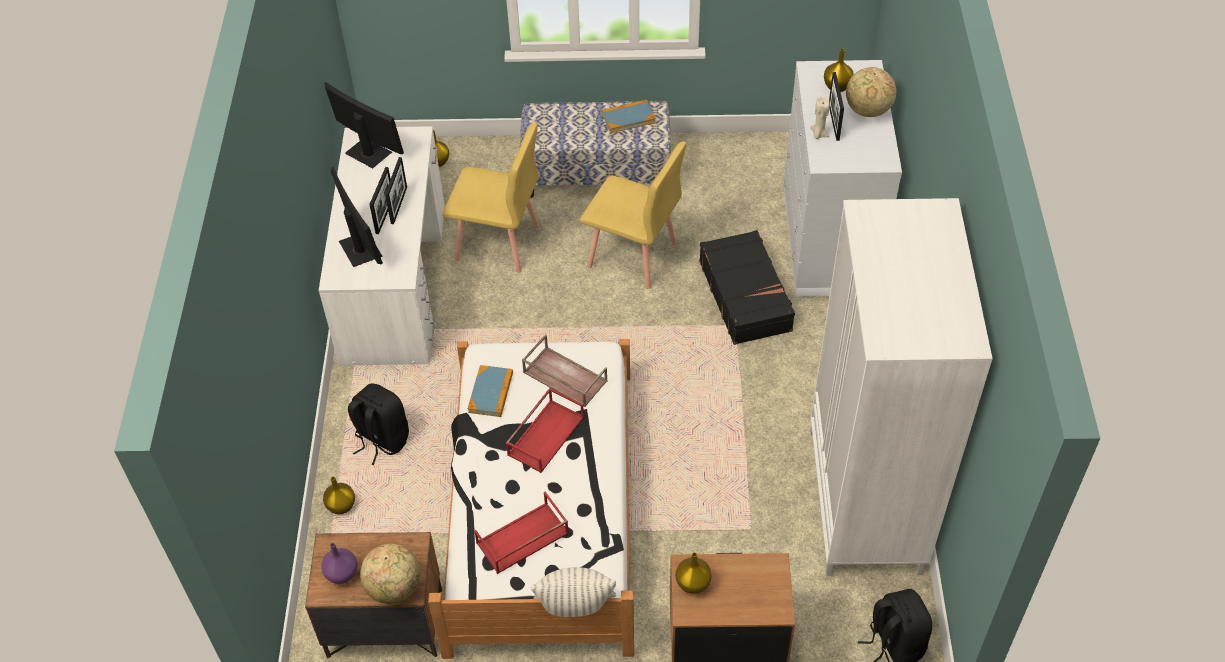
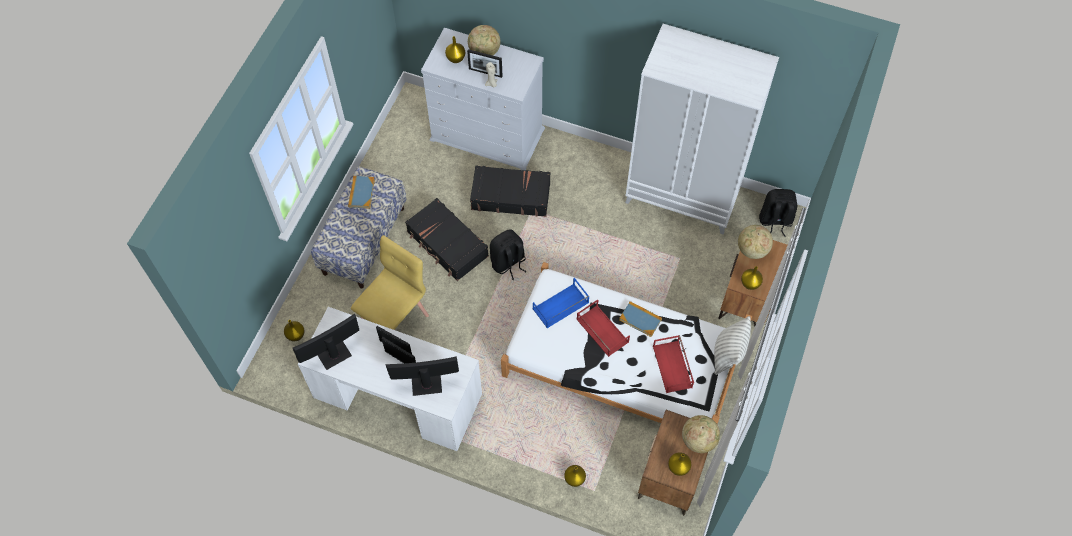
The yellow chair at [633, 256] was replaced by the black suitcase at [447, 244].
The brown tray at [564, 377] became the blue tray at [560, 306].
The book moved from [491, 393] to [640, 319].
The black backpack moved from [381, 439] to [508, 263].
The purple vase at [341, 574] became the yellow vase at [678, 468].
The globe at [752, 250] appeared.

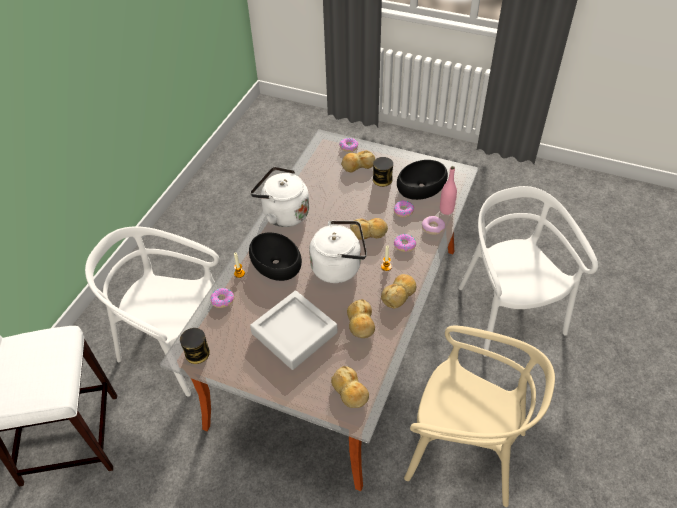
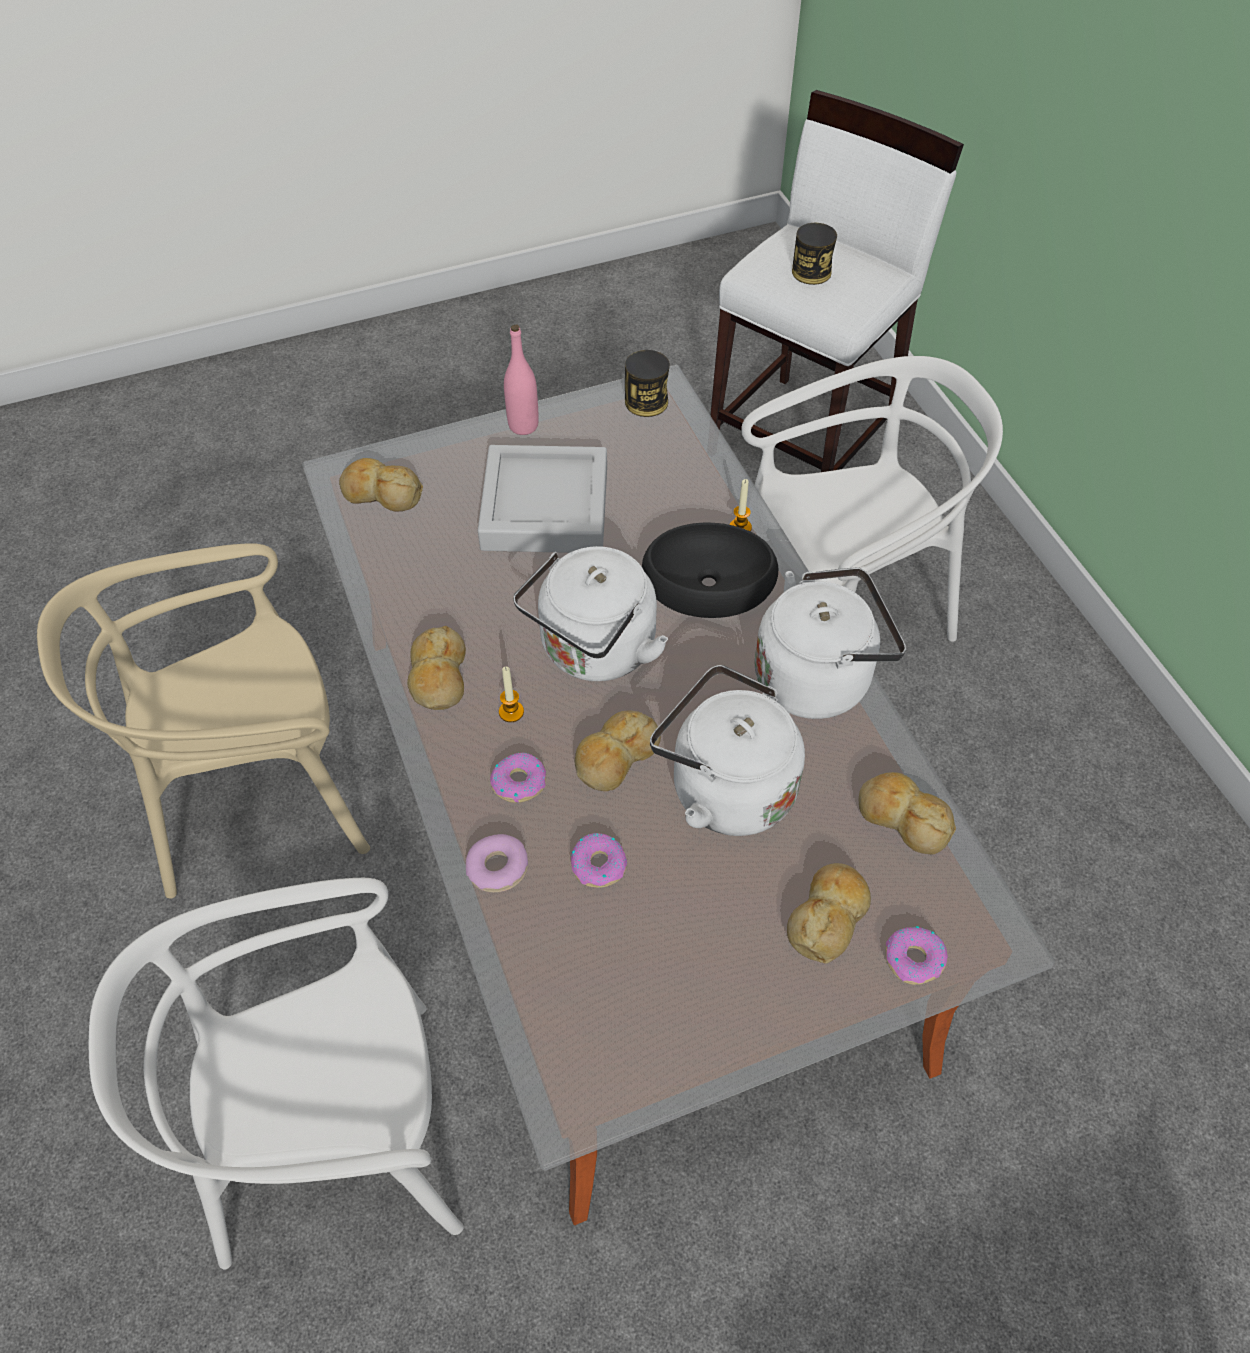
The can moved from [382, 180] to [811, 272].
The black bowl at [421, 186] disappeared.
The pink bottle moved from [446, 210] to [523, 426].
The white chair at [508, 313] turned 135 degrees clockwise.
The donut at [222, 300] disappeared.
The bread moved from [360, 323] to [903, 819].
The white kettle at [725, 788] appeared.

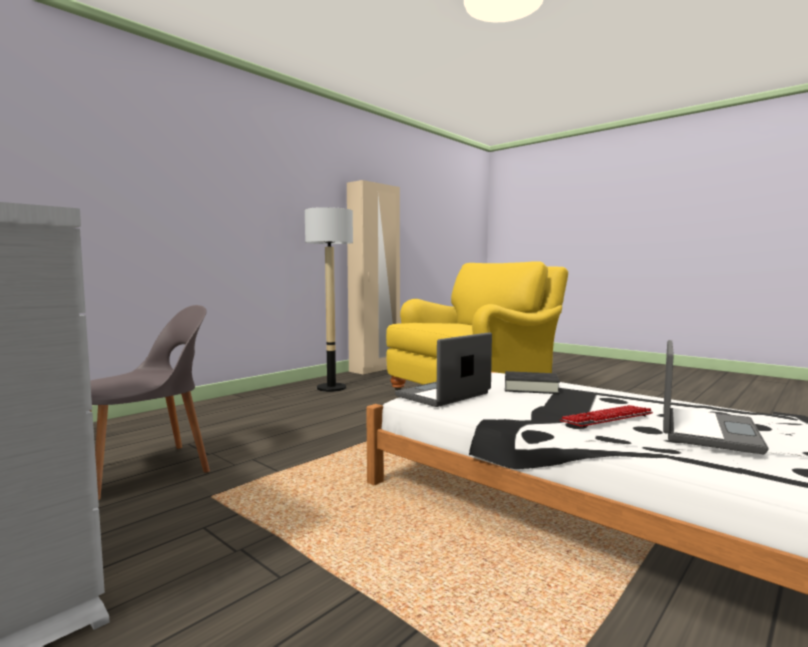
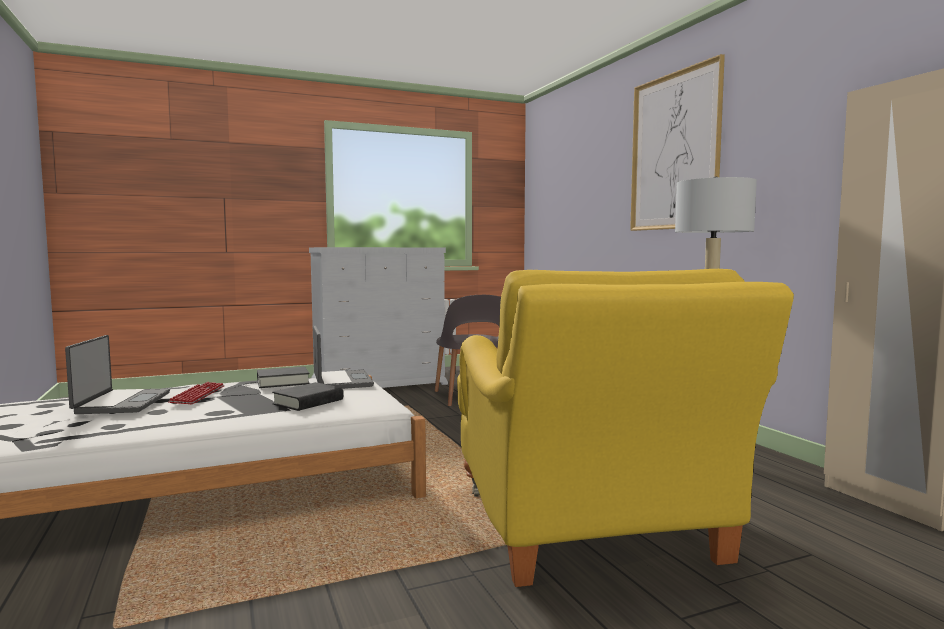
The laptop at [705, 431] turned 150 degrees counterclockwise.
The picture at [674, 151] appeared.
The black book at [283, 382] appeared.

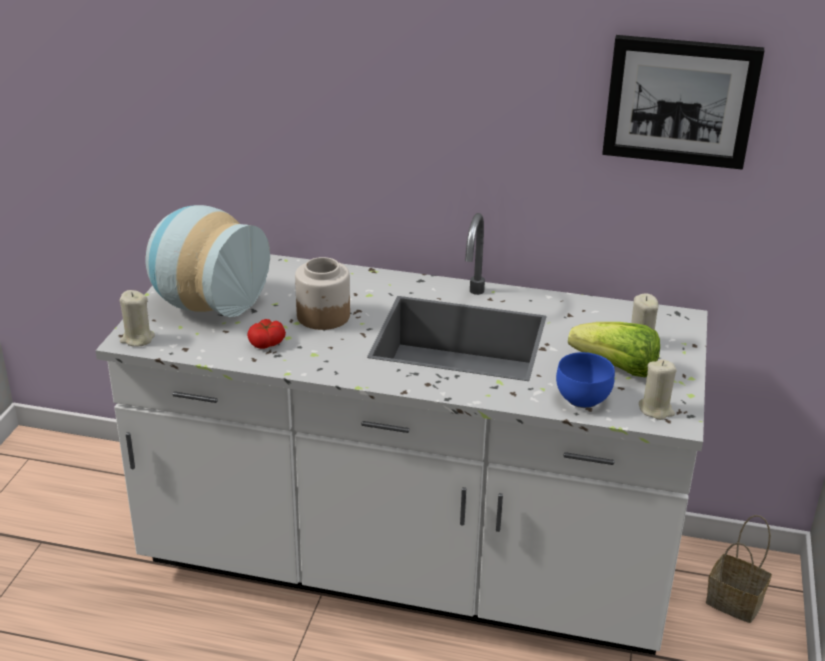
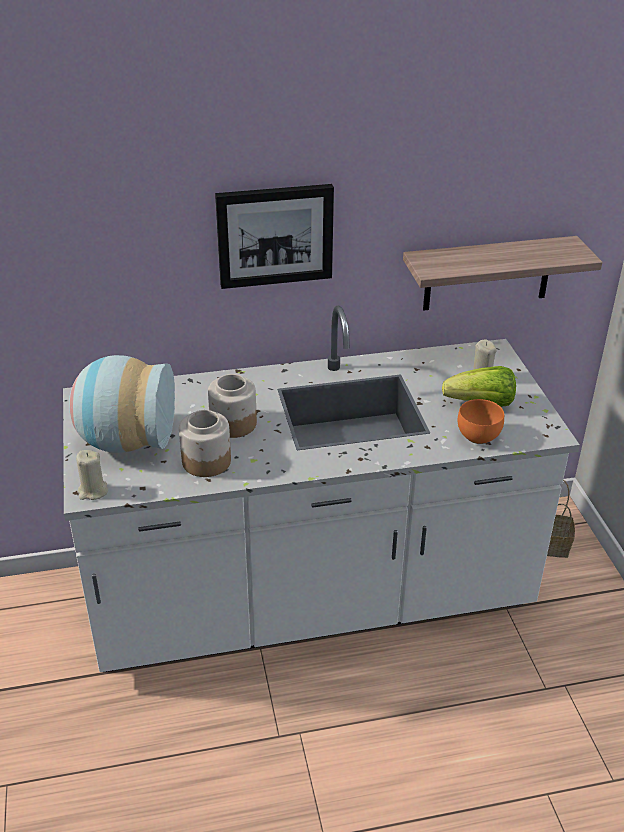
The picture moved from [680, 101] to [275, 235].
The tomato at [267, 343] was replaced by the jar at [207, 461].
The blue bowl at [581, 398] became the orange bowl at [476, 436].
The beige candle at [656, 409] disappeared.
The shelf at [487, 273] appeared.

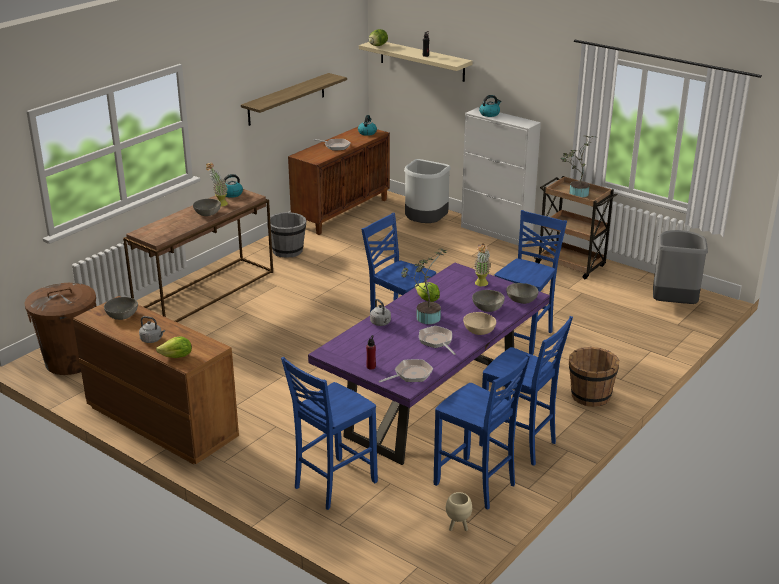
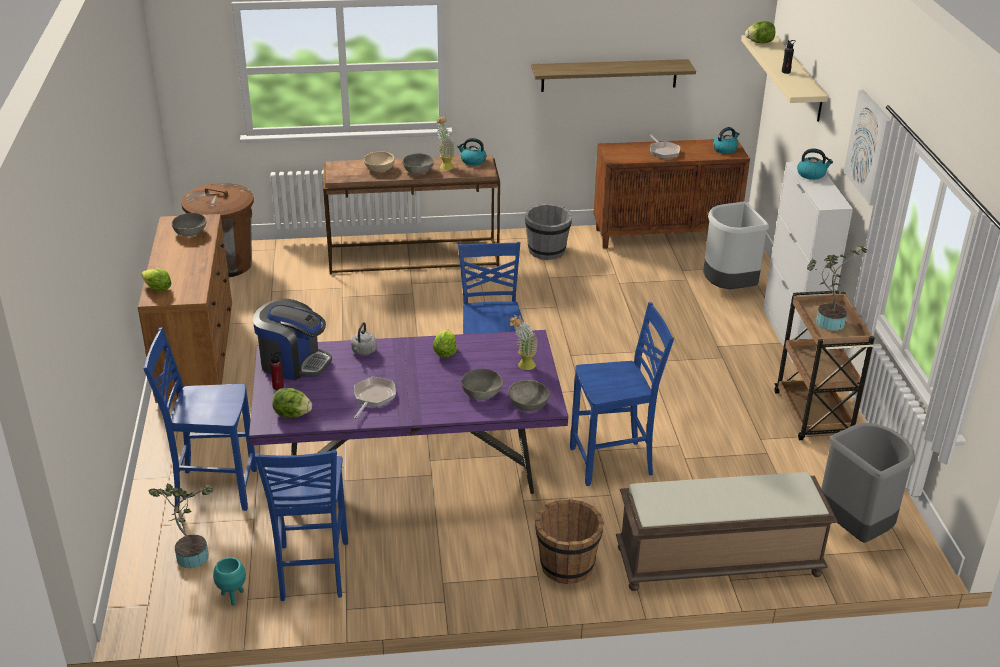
The potted plant moved from [425, 318] to [190, 554].
The beige bowl moved from [479, 331] to [379, 169].
The grey kettle at [152, 340] disappeared.
The blue chair at [519, 444] disappeared.
The frying pan at [410, 374] was replaced by the lettuce at [292, 414].
The beige planter at [458, 527] became the turquoise planter at [232, 597].
The picture at [869, 147] appeared.
The coffee machine at [293, 363] appeared.
The brown bench at [717, 562] appeared.

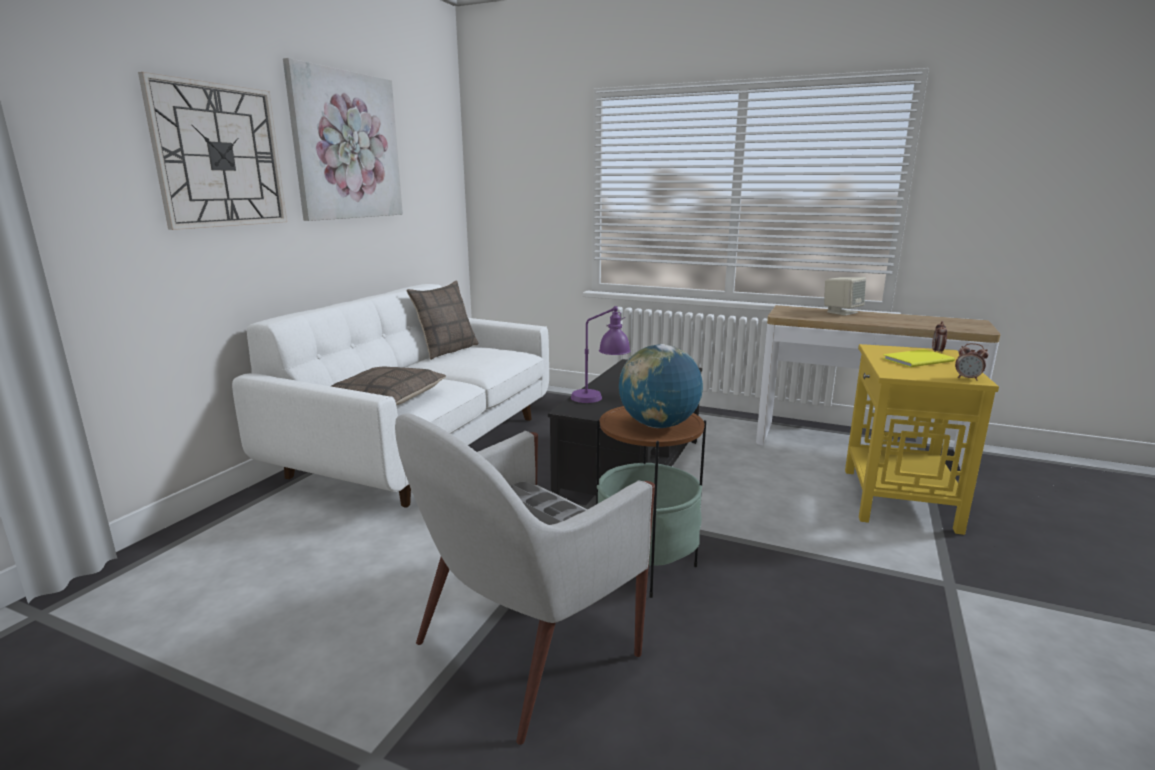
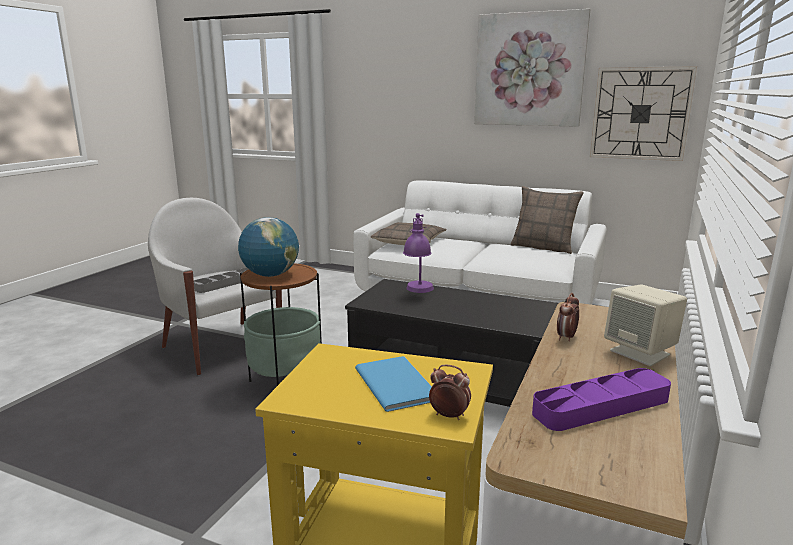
The wall clock moved from [219, 156] to [640, 114].
The alarm clock moved from [967, 378] to [566, 337].
The yellow book at [915, 359] became the blue book at [396, 383].
The purple tray at [601, 406] appeared.

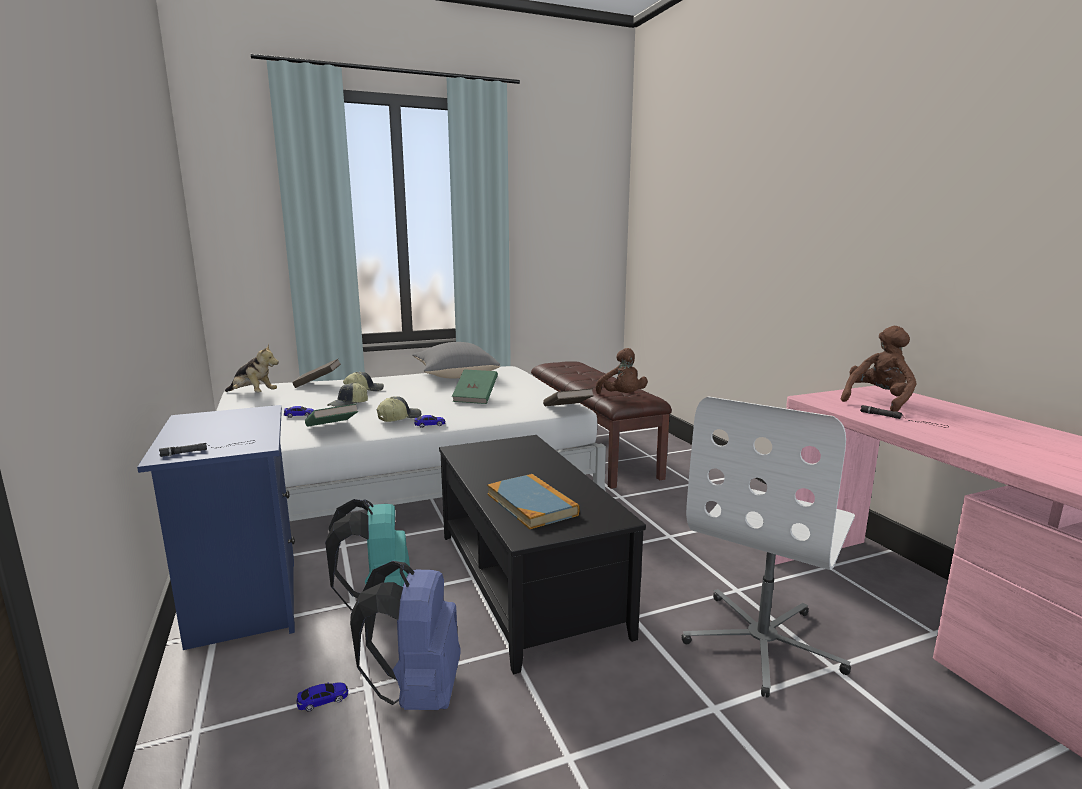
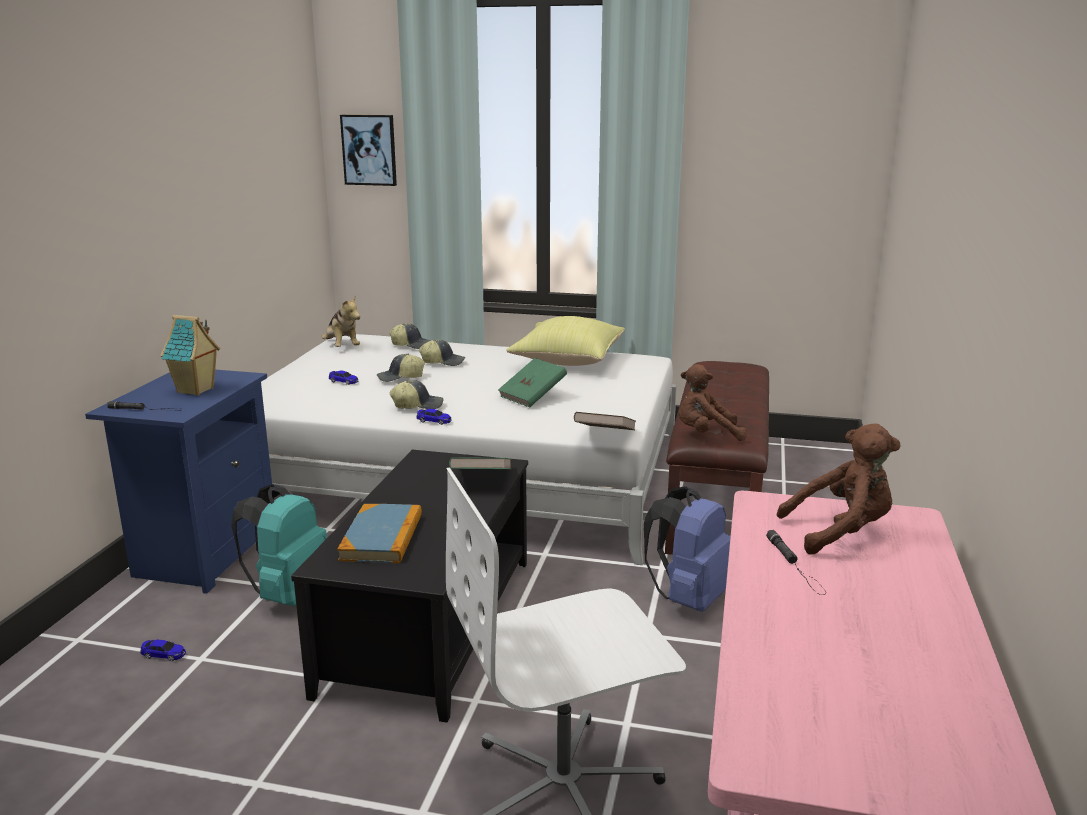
The grey pillow at [455, 376] became the yellow pillow at [567, 361].
The brown plush toy at [622, 397] turned 75 degrees clockwise.
The brown book at [318, 384] was replaced by the cap at [412, 345].
The green book moved from [332, 429] to [481, 480].
The blue backpack moved from [417, 692] to [688, 598].
The picture at [369, 150] appeared.
The toy house at [196, 390] appeared.

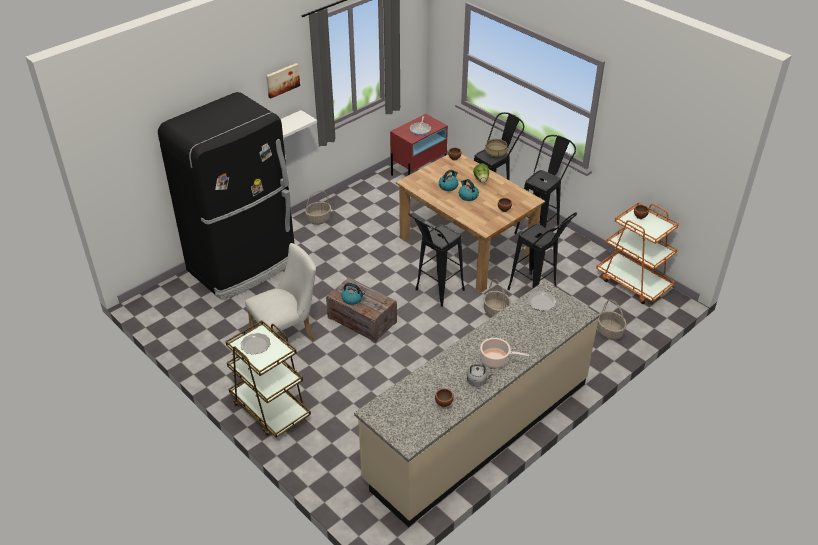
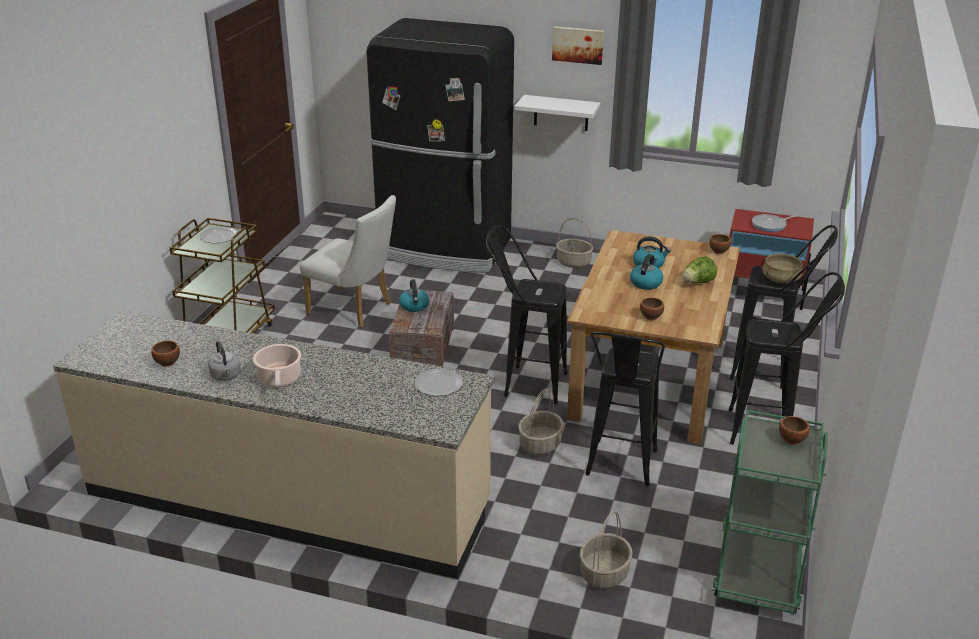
The orange cart at [633, 282] became the green cart at [758, 569].

